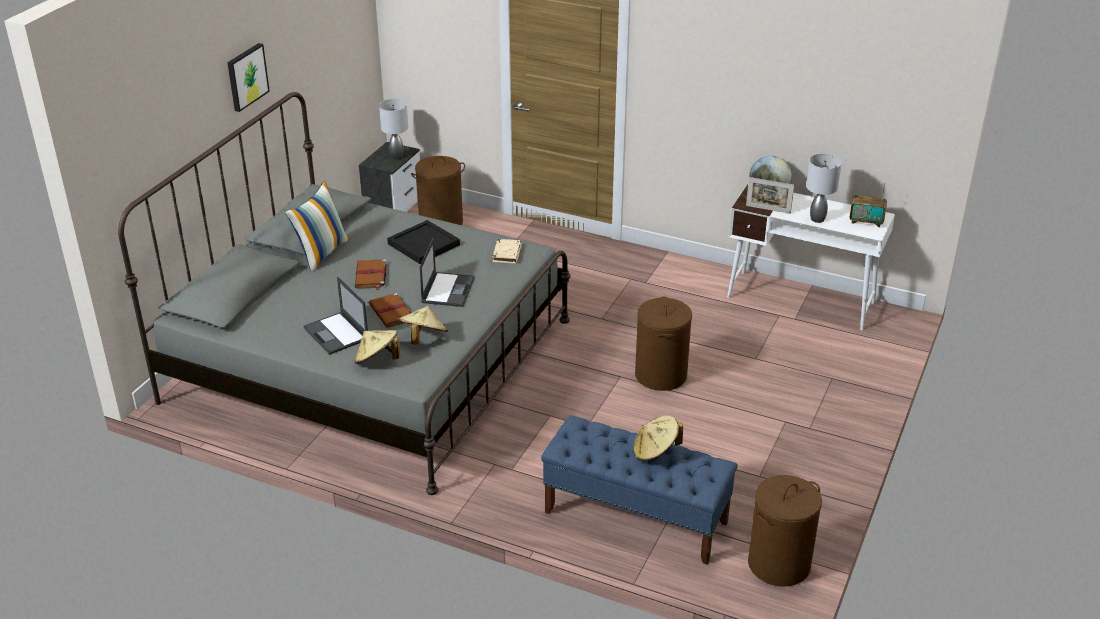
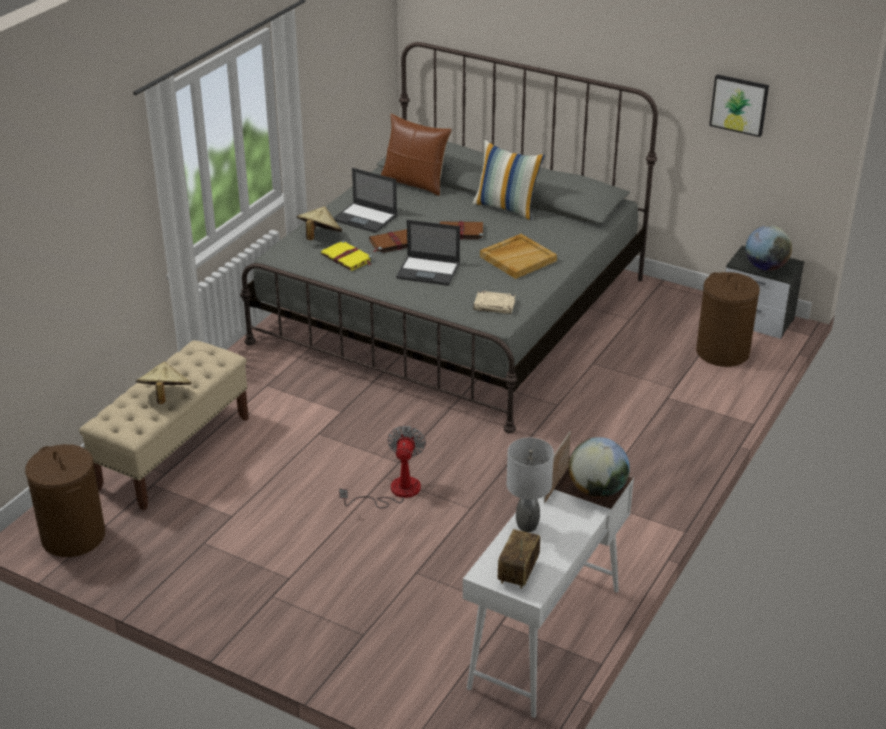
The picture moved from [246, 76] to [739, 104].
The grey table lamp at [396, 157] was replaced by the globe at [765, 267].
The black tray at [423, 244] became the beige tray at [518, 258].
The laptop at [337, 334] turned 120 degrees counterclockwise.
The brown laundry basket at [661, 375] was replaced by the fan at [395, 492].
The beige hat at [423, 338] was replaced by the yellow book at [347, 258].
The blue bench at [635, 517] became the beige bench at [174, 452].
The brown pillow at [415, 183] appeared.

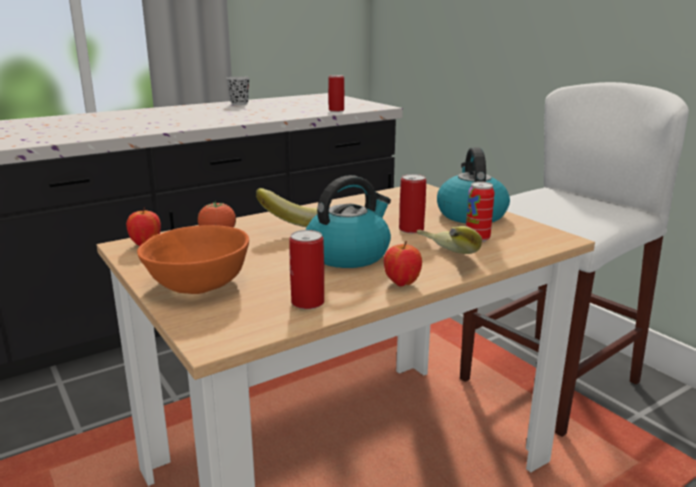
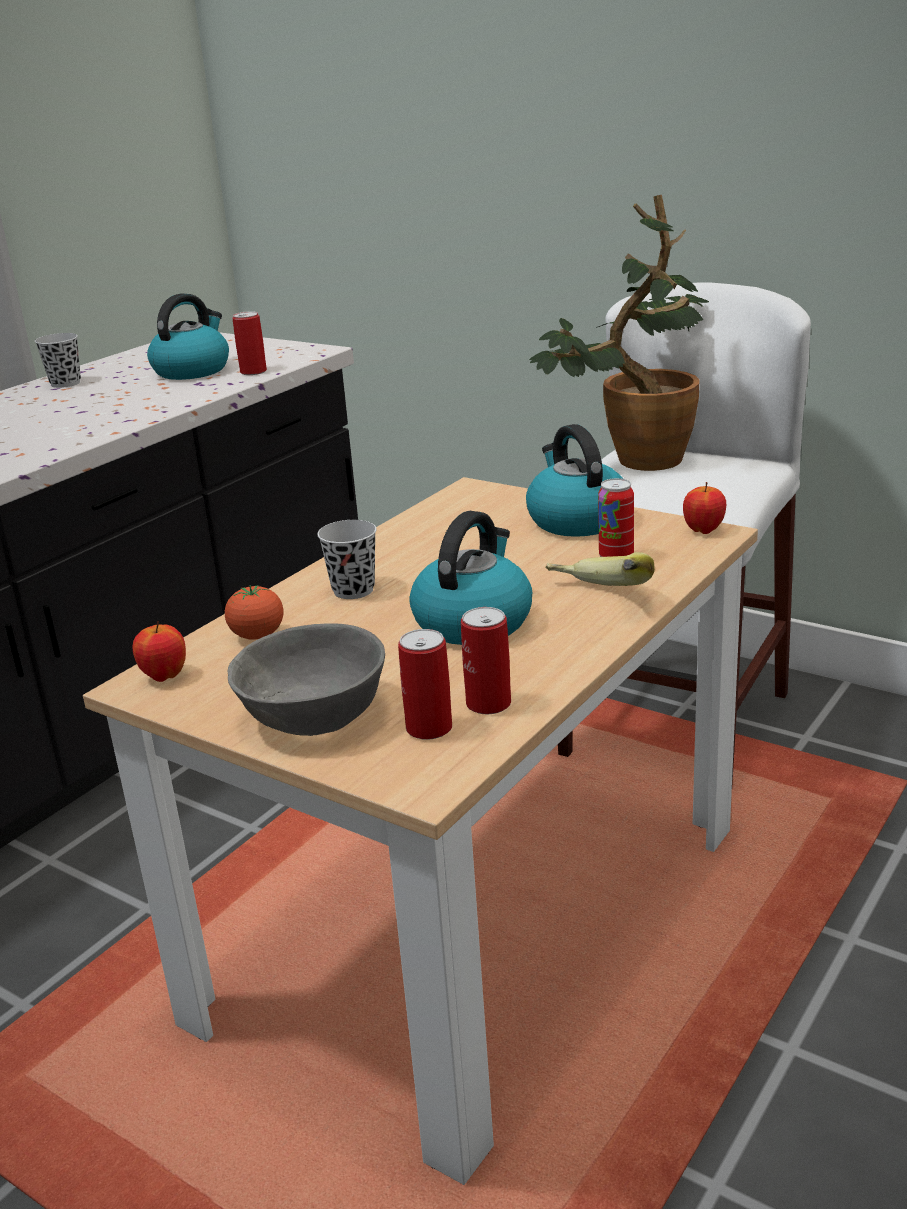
The can moved from [411, 229] to [429, 728].
The banana at [297, 224] was replaced by the black cup at [353, 590].
The orange bowl at [198, 283] became the grey bowl at [314, 715].
The apple moved from [402, 283] to [703, 531].
The potted plant at [634, 462] appeared.
The kettle at [192, 370] appeared.

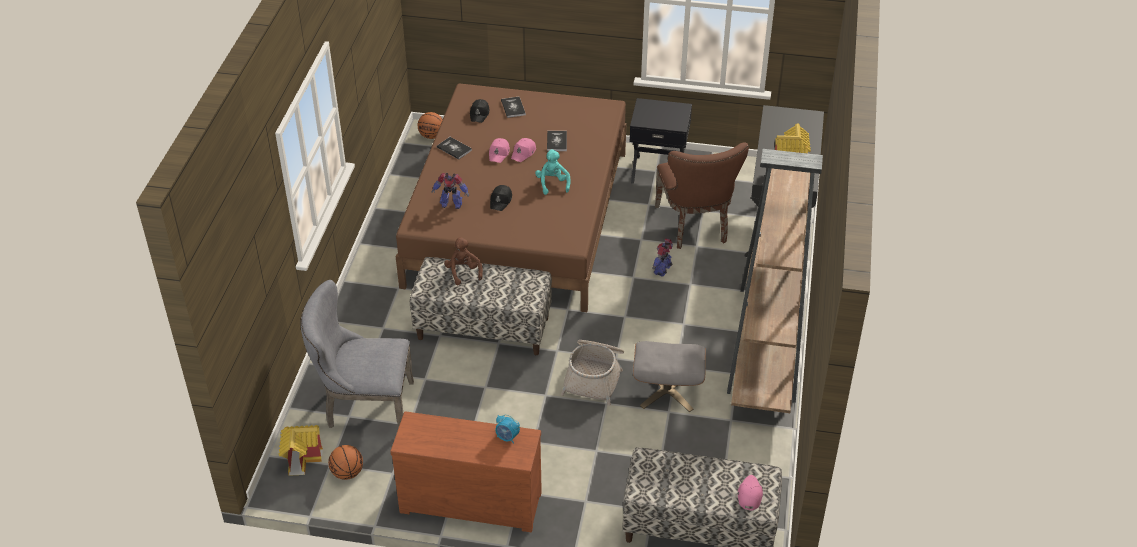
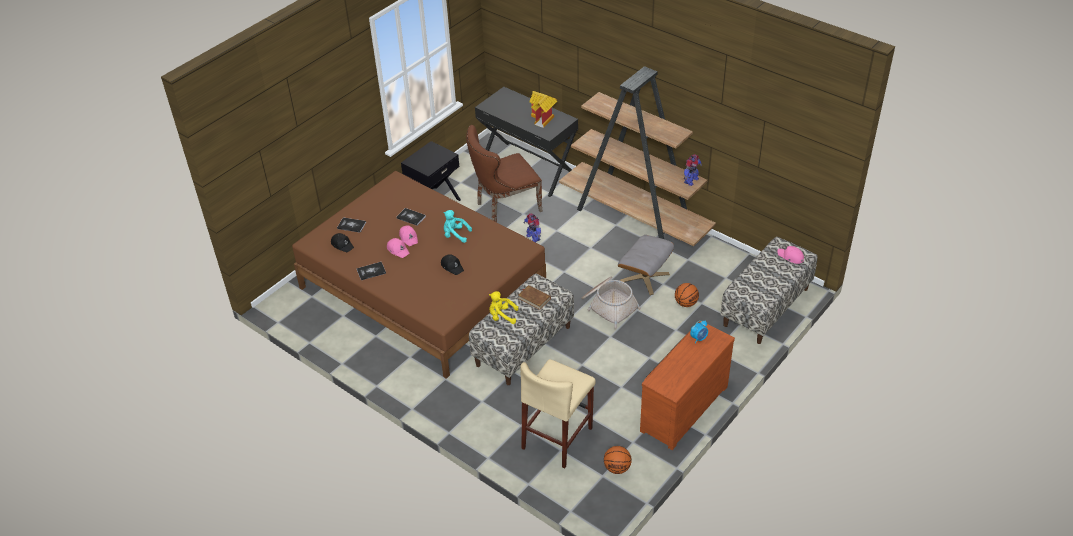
The basketball moved from [431, 136] to [685, 303].
The brown chair at [695, 227] turned 135 degrees clockwise.
The toy robot moved from [451, 204] to [690, 180].
The brown plush toy at [463, 272] became the yellow plush toy at [502, 316].
The grey chair at [364, 407] was replaced by the beige stool at [557, 438].
The toy house at [303, 458] disappeared.
The brown book at [534, 298] appeared.

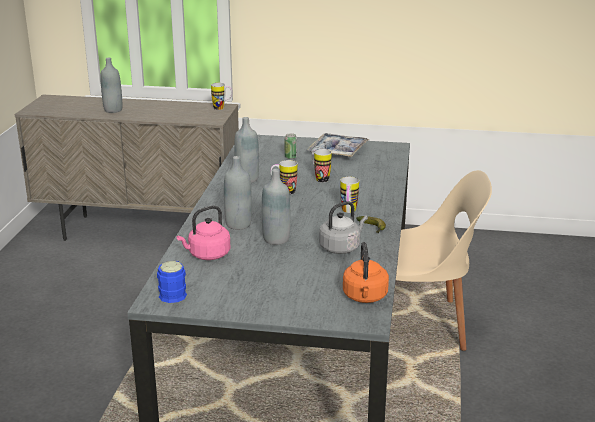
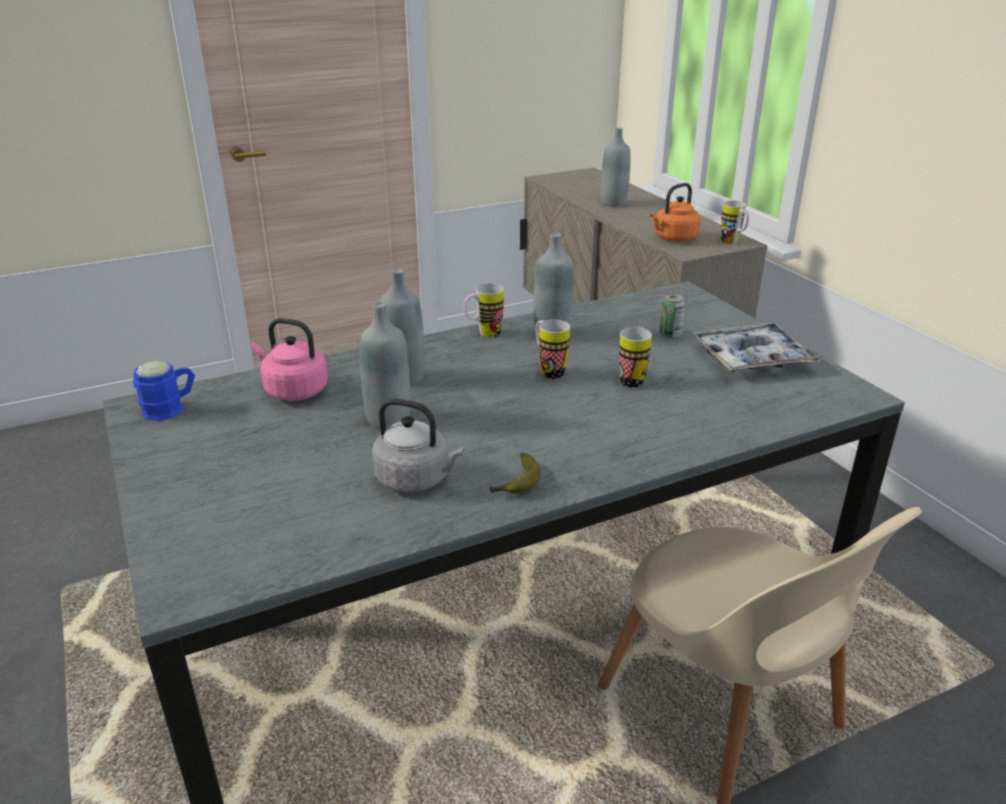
The mug moved from [348, 212] to [483, 334].
The orange kettle moved from [365, 297] to [674, 238].

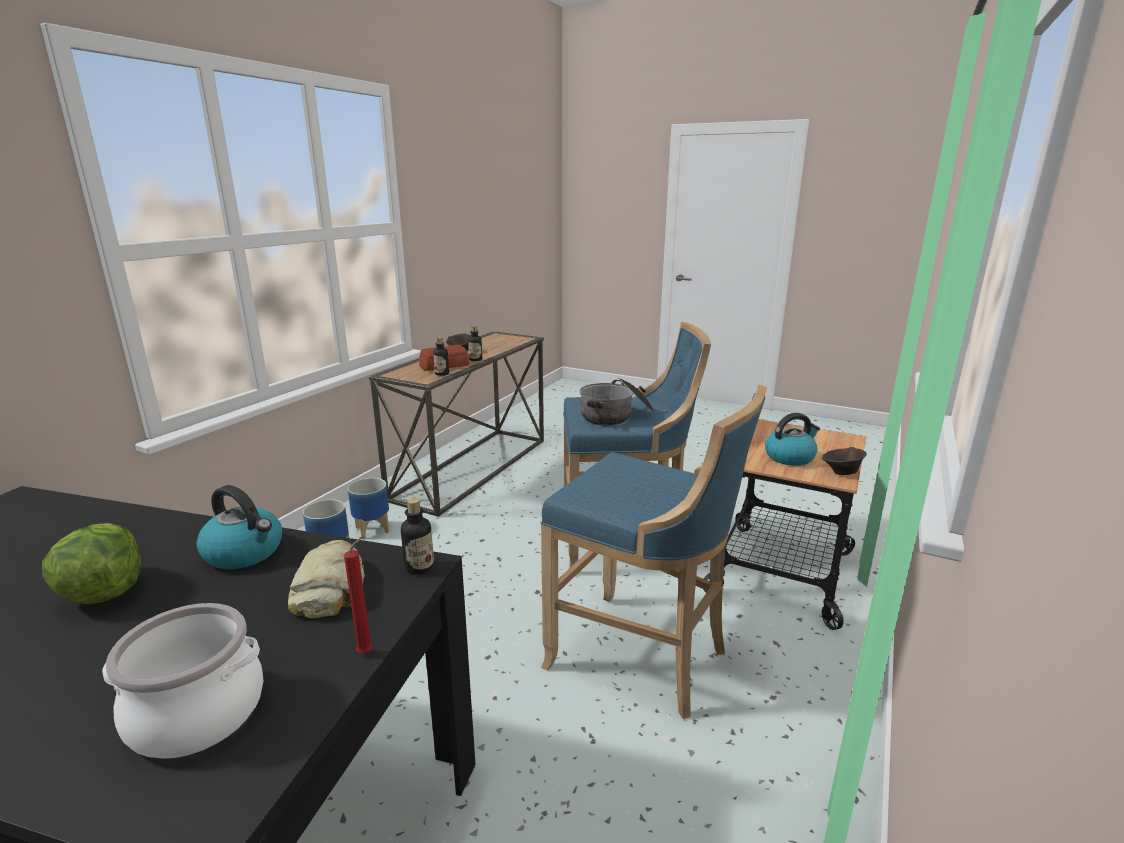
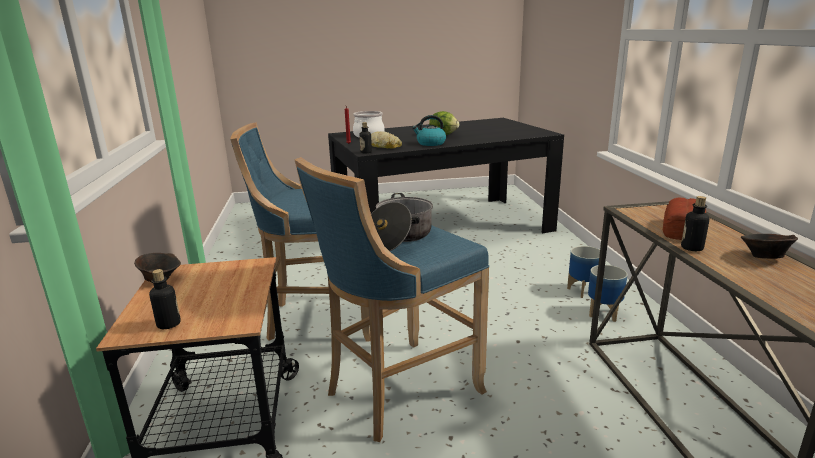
The bottle moved from [442, 374] to [168, 324].
The kettle at [790, 457] disappeared.

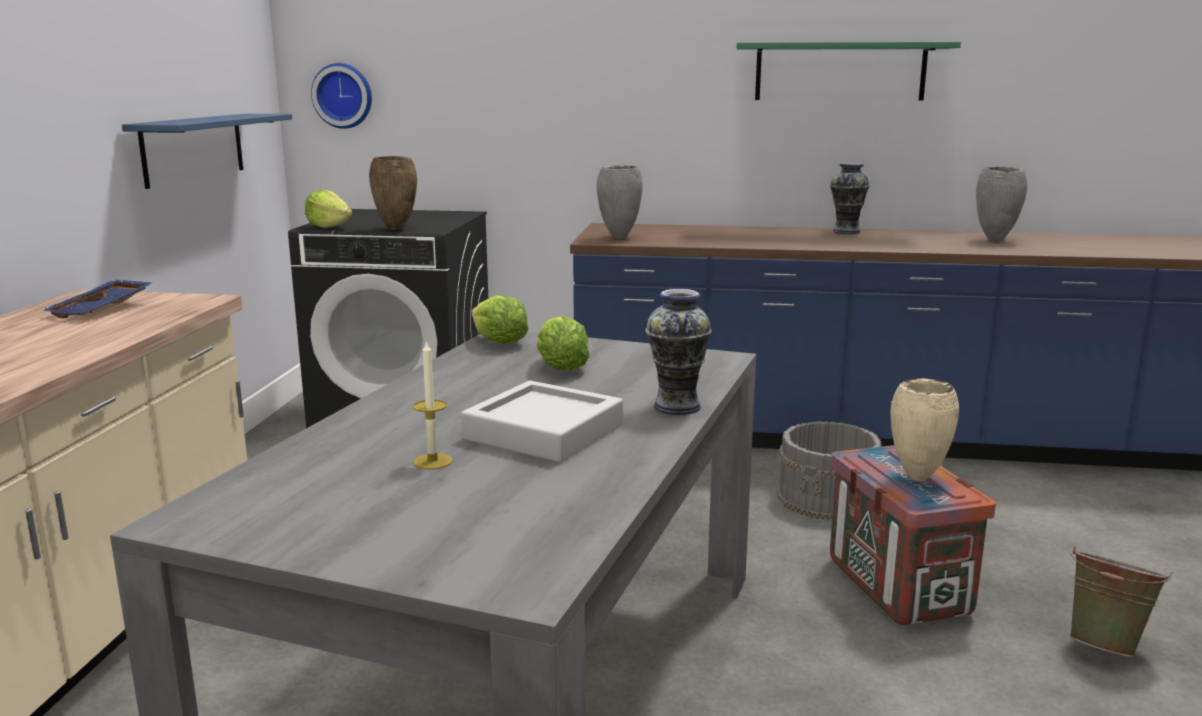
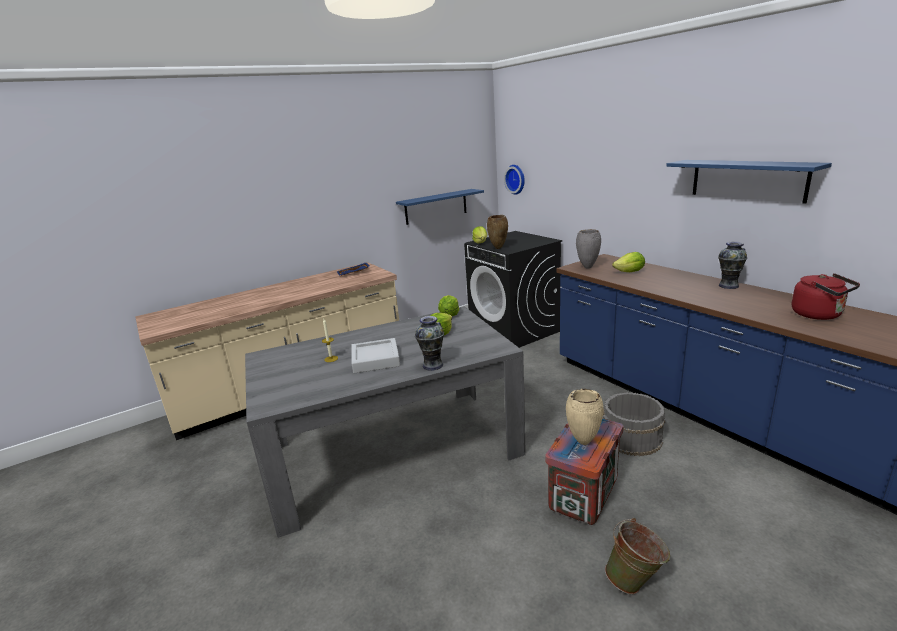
The green shelf at [840, 72] became the blue shelf at [747, 180].
The grey vase at [996, 240] was replaced by the red kettle at [819, 315].
The lettuce at [629, 272] appeared.

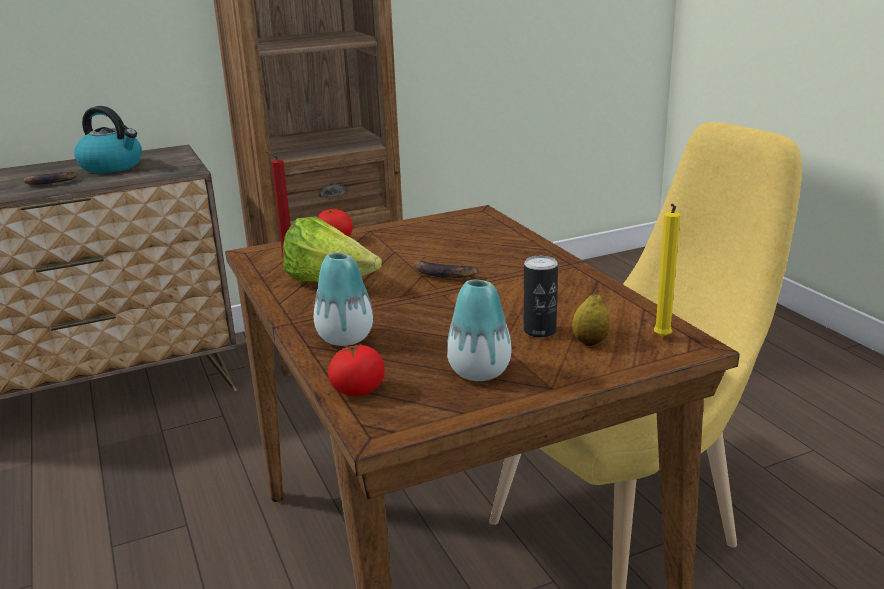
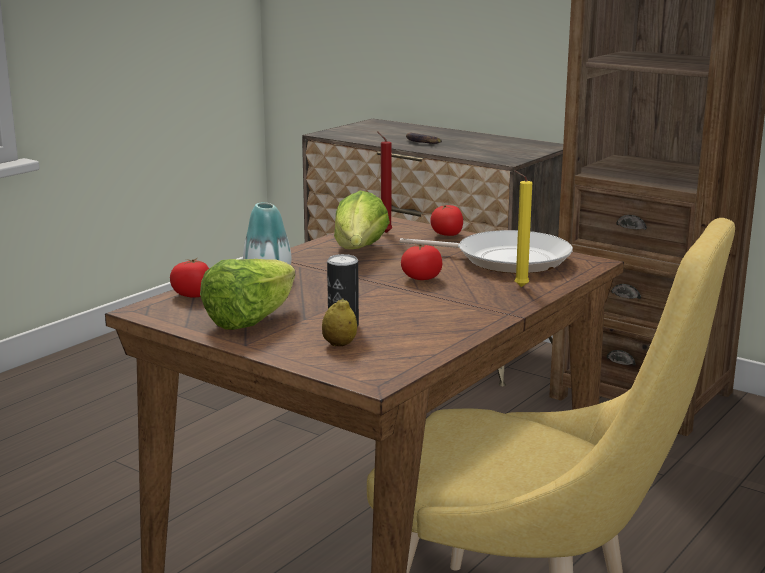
The kettle at [112, 166] disappeared.
The yellow candle moved from [661, 338] to [518, 287].
The banana at [444, 274] was replaced by the tomato at [421, 278].
The vase at [479, 372] was replaced by the lettuce at [250, 320].
The frying pan at [506, 259] appeared.

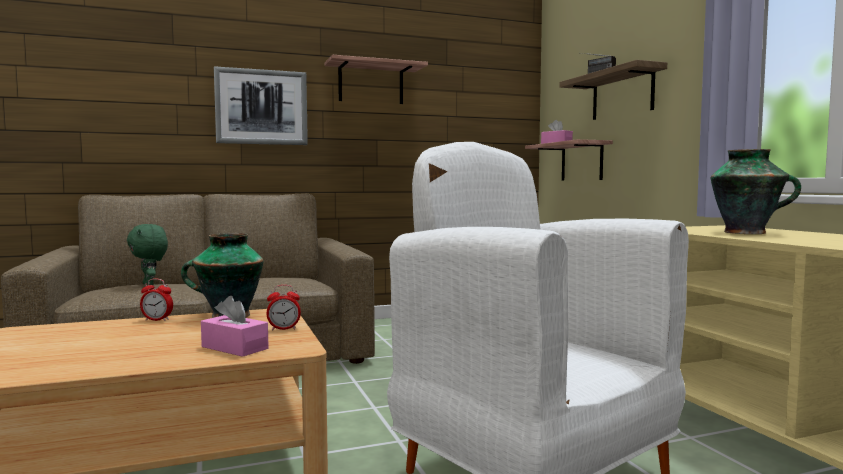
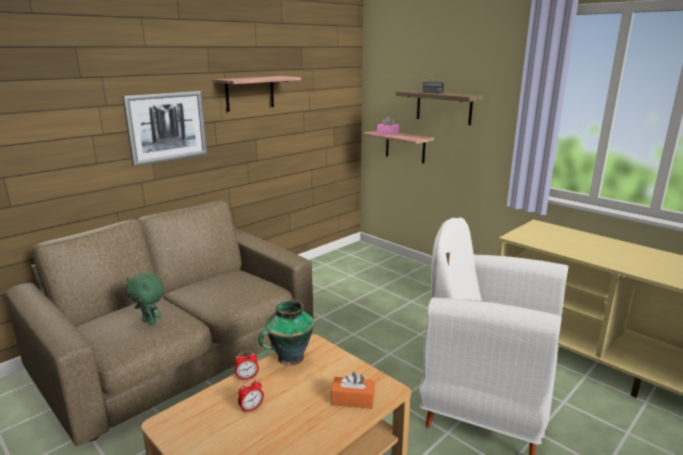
The vase at [747, 233] disappeared.
The alarm clock moved from [284, 329] to [251, 408].
The pink tissue box at [234, 348] became the orange tissue box at [353, 399].

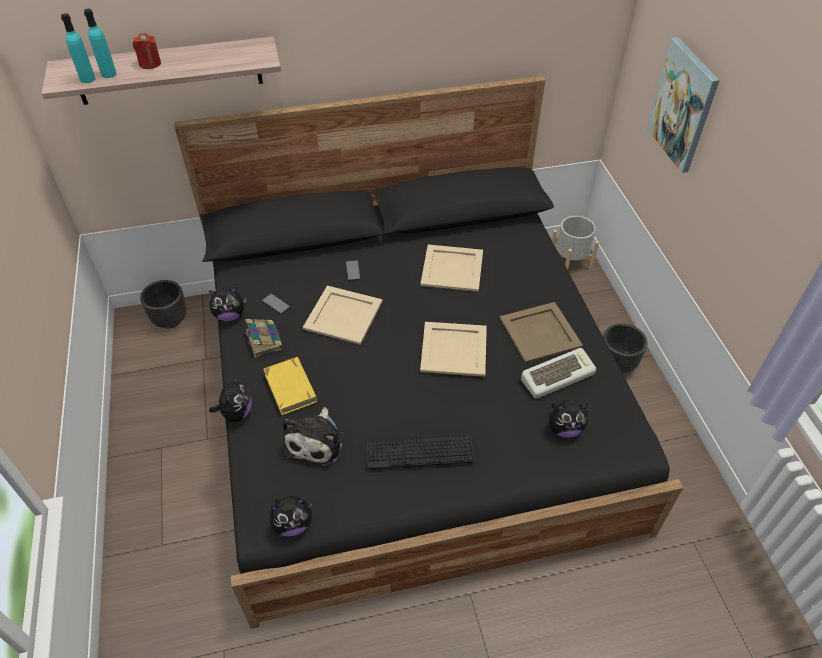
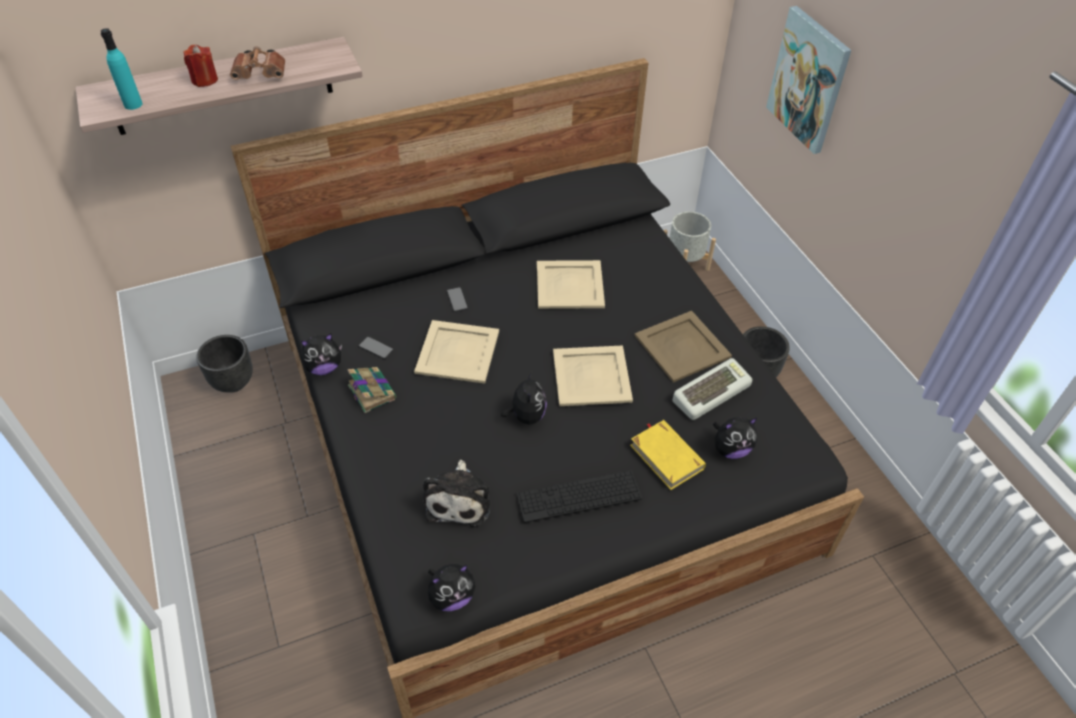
The turquoise bottle at [109, 74] disappeared.
The yellow book moved from [291, 387] to [667, 456].
The plush toy moved from [236, 413] to [526, 416].
The brown binoculars at [262, 74] appeared.

